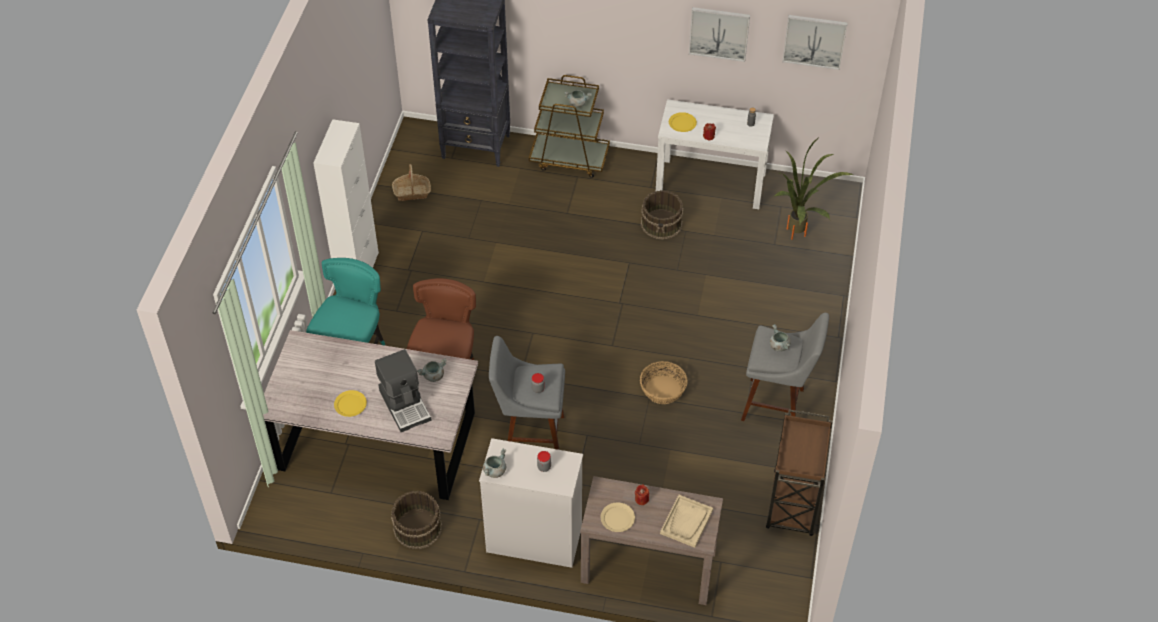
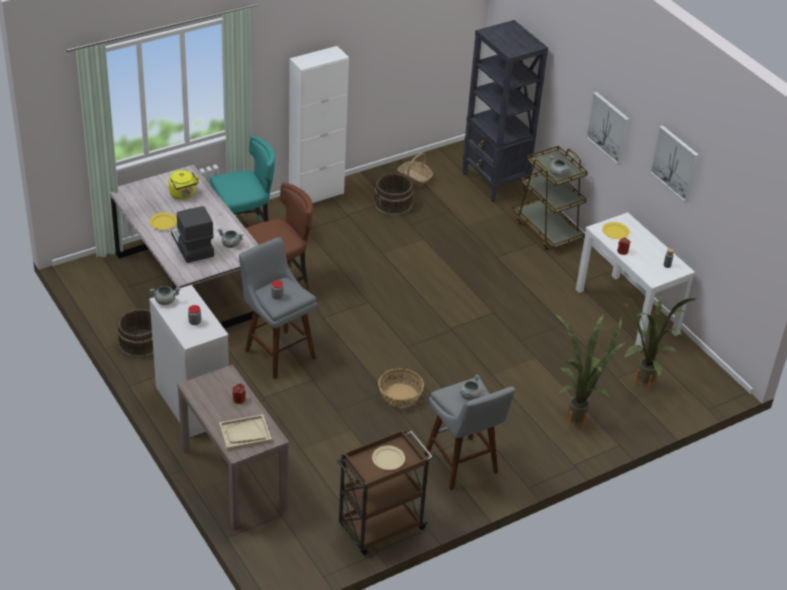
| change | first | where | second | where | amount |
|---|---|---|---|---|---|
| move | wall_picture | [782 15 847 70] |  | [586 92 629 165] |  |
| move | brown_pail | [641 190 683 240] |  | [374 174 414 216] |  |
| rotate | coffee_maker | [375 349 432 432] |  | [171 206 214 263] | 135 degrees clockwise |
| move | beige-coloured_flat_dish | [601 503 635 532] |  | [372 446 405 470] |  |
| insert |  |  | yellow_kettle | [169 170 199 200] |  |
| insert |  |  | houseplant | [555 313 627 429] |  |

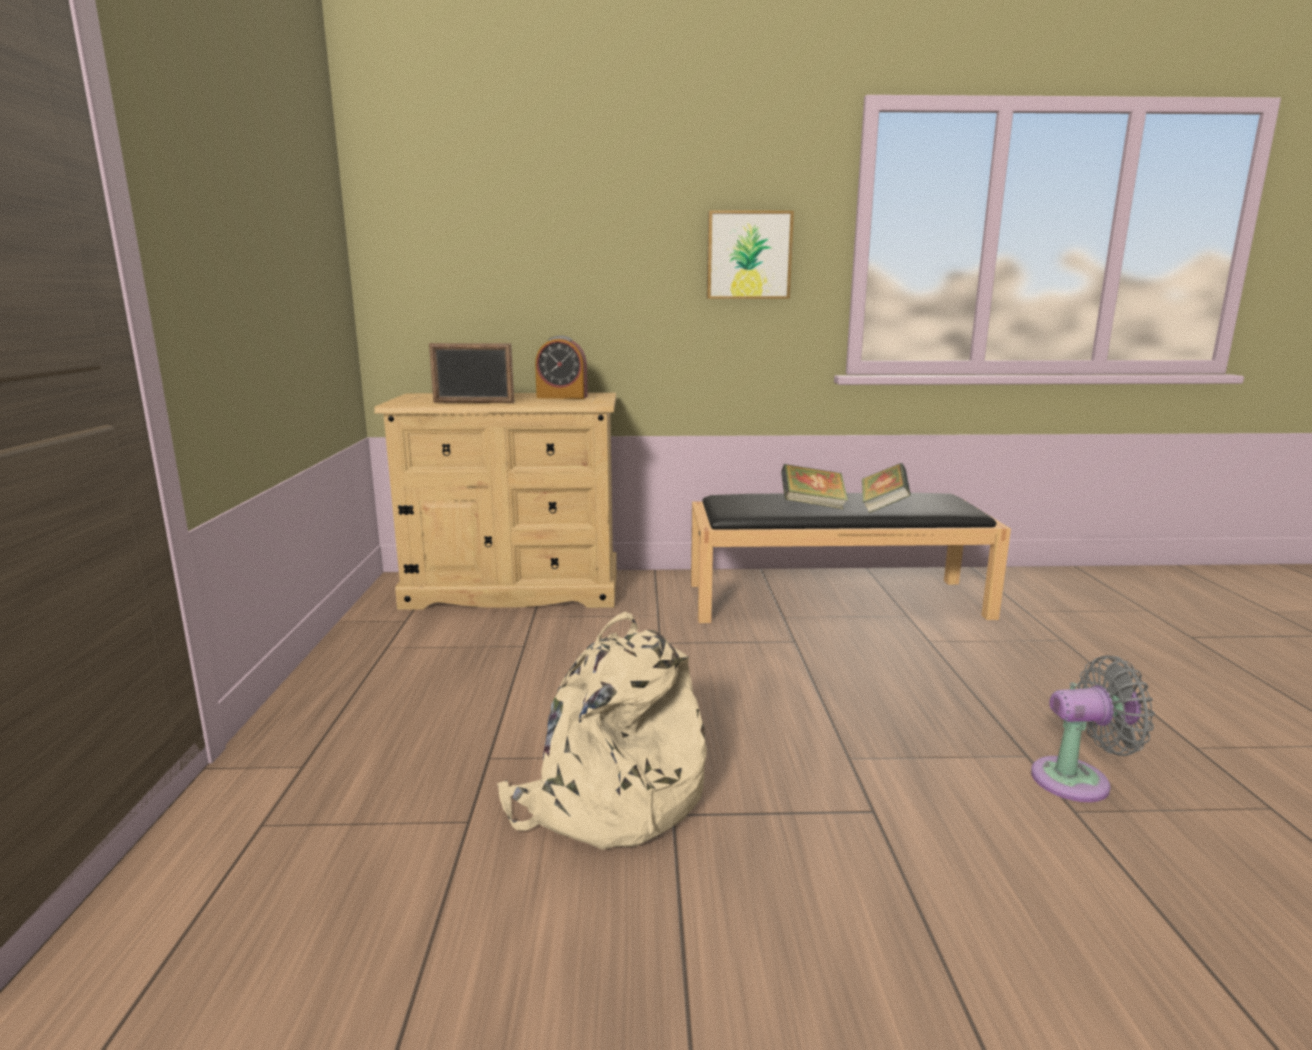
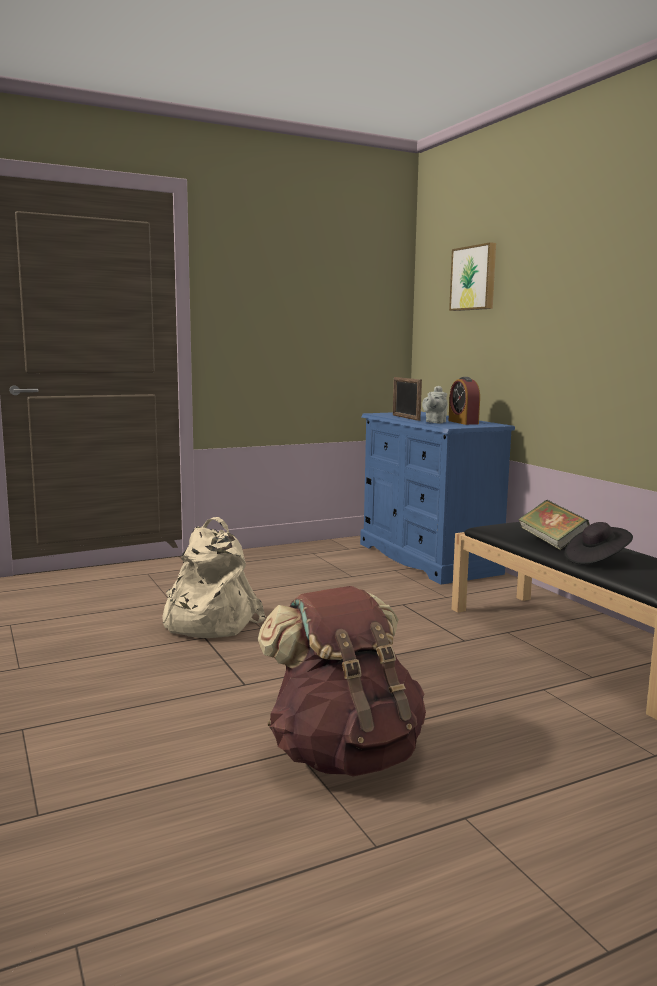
| change | first | where | second | where | amount |
|---|---|---|---|---|---|
| move | wall_picture | [707 210 794 299] |  | [449 242 496 311] |  |
| recolor | beige-coloured_drawer_chest | [374 393 617 610] | bluish_drawer_chest | [360 412 515 585] |  |
| replace | book | [861 463 911 513] | black_hat | [565 522 633 564] |  |
| replace | gray_electric_fan | [1031 655 1155 802] | brown_backpack | [258 586 426 776] |  |
| insert |  |  | gray_teapot | [422 386 448 423] |  |

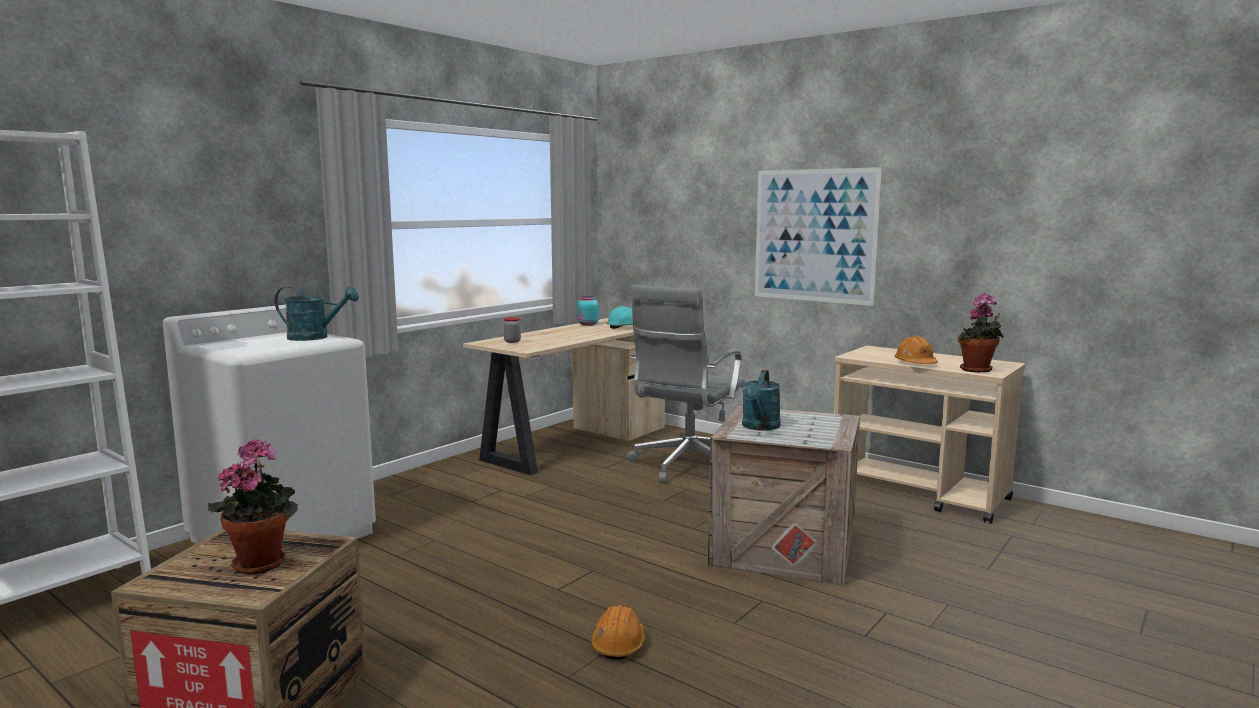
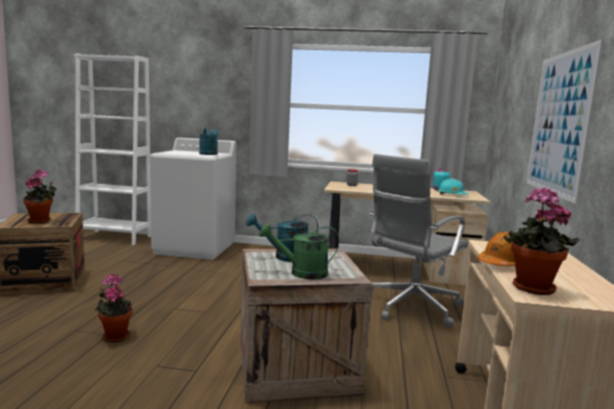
| change | first | where | second | where | amount |
|---|---|---|---|---|---|
| rotate | gray_office_chair | [627 285 745 483] |  | [369 154 468 327] | 45 degrees counterclockwise |
| replace | orange-coloured_work_helmet | [591 605 645 660] | houseplant | [95 274 133 342] |  |
| insert |  |  | green_sprinkling_can | [259 223 339 280] |  |

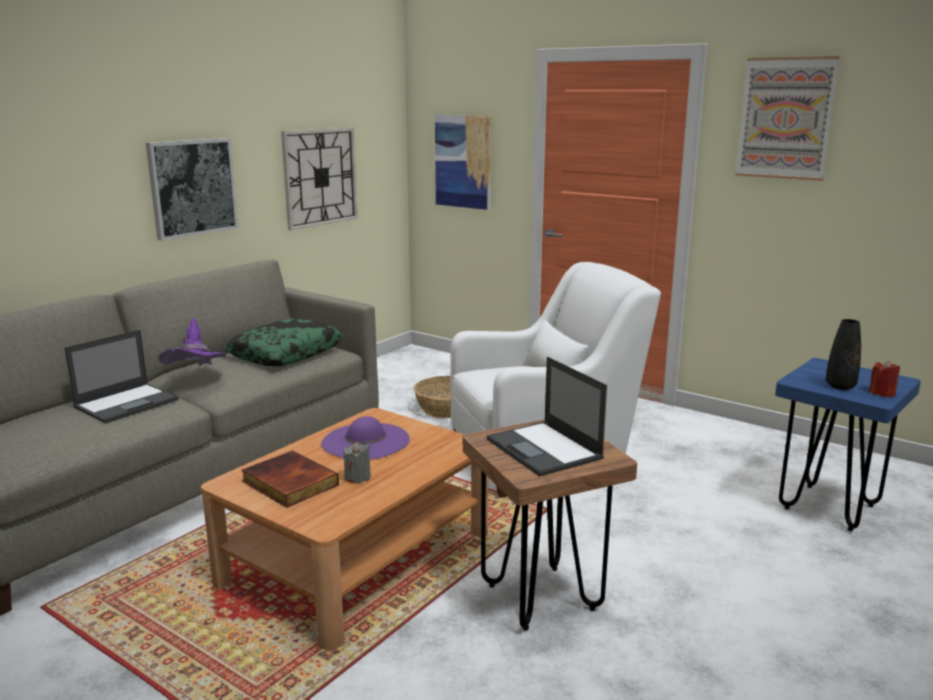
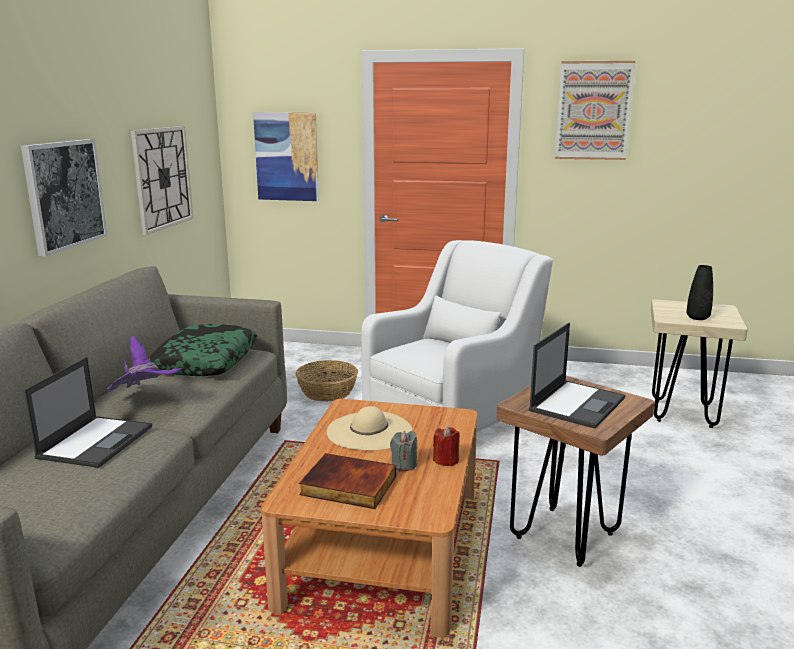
| change | first | where | second | where | amount |
|---|---|---|---|---|---|
| rotate | laptop | [487 357 607 477] |  | [529 323 625 429] | 90 degrees counterclockwise |
| recolor | bluish_sitting_stool | [775 358 921 531] | beige-coloured_sitting_stool | [651 299 748 428] |  |
| move | red_wax_candle | [869 360 900 397] |  | [433 426 460 466] |  |
| recolor | purplish_hat | [321 416 410 460] | beige-coloured_hat | [327 406 412 450] |  |

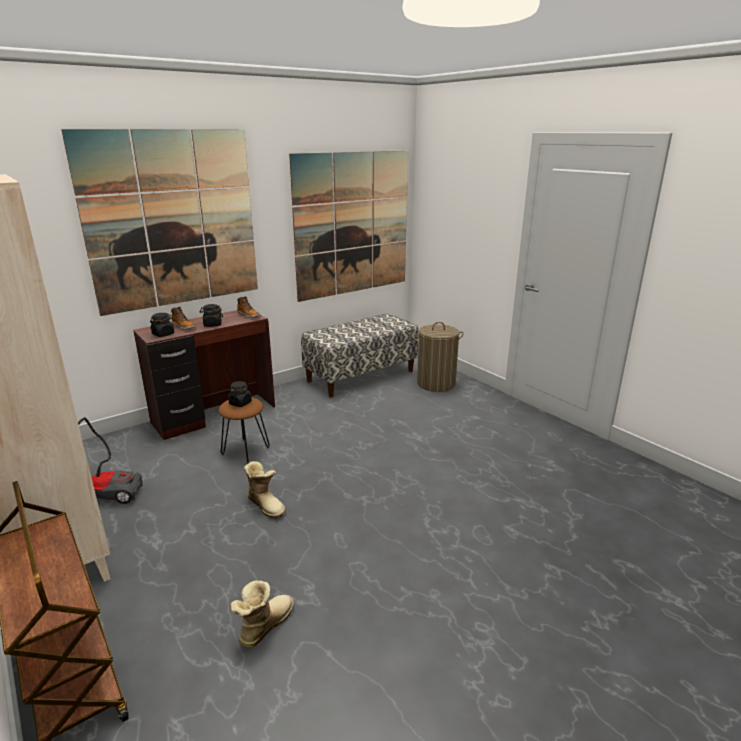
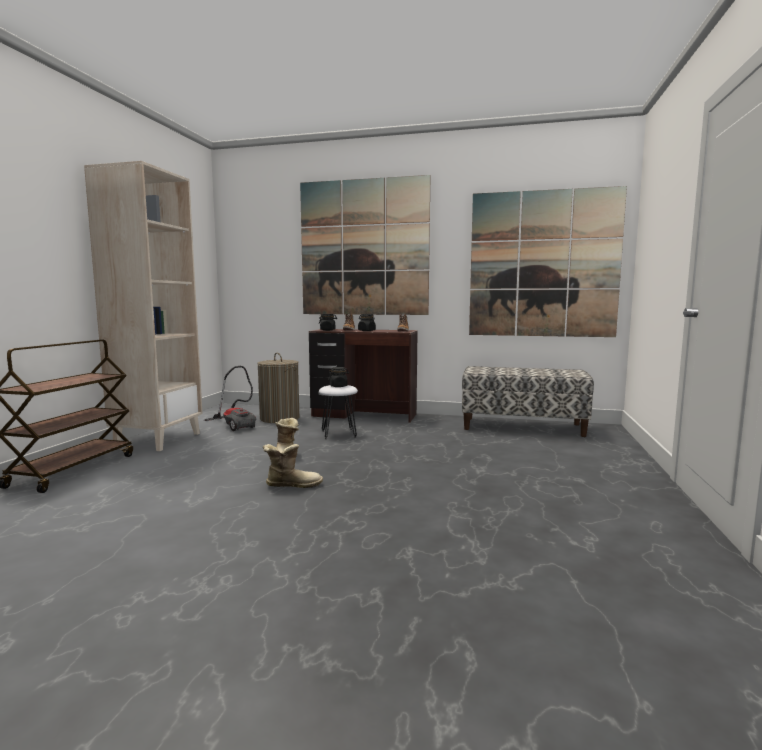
| change | first | where | second | where | amount |
|---|---|---|---|---|---|
| move | laundry_basket | [414 322 464 392] |  | [257 353 299 423] |  |
| recolor | brown_sitting_stool | [219 397 270 464] | whitish_sitting_stool | [319 385 358 439] |  |
| move | tall_boot | [230 581 294 648] |  | [263 444 323 488] |  |

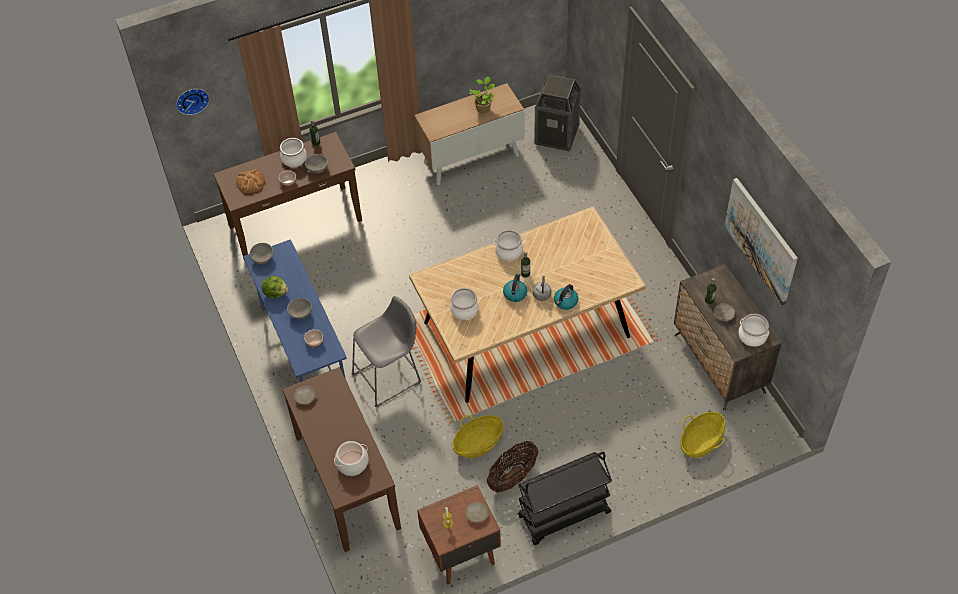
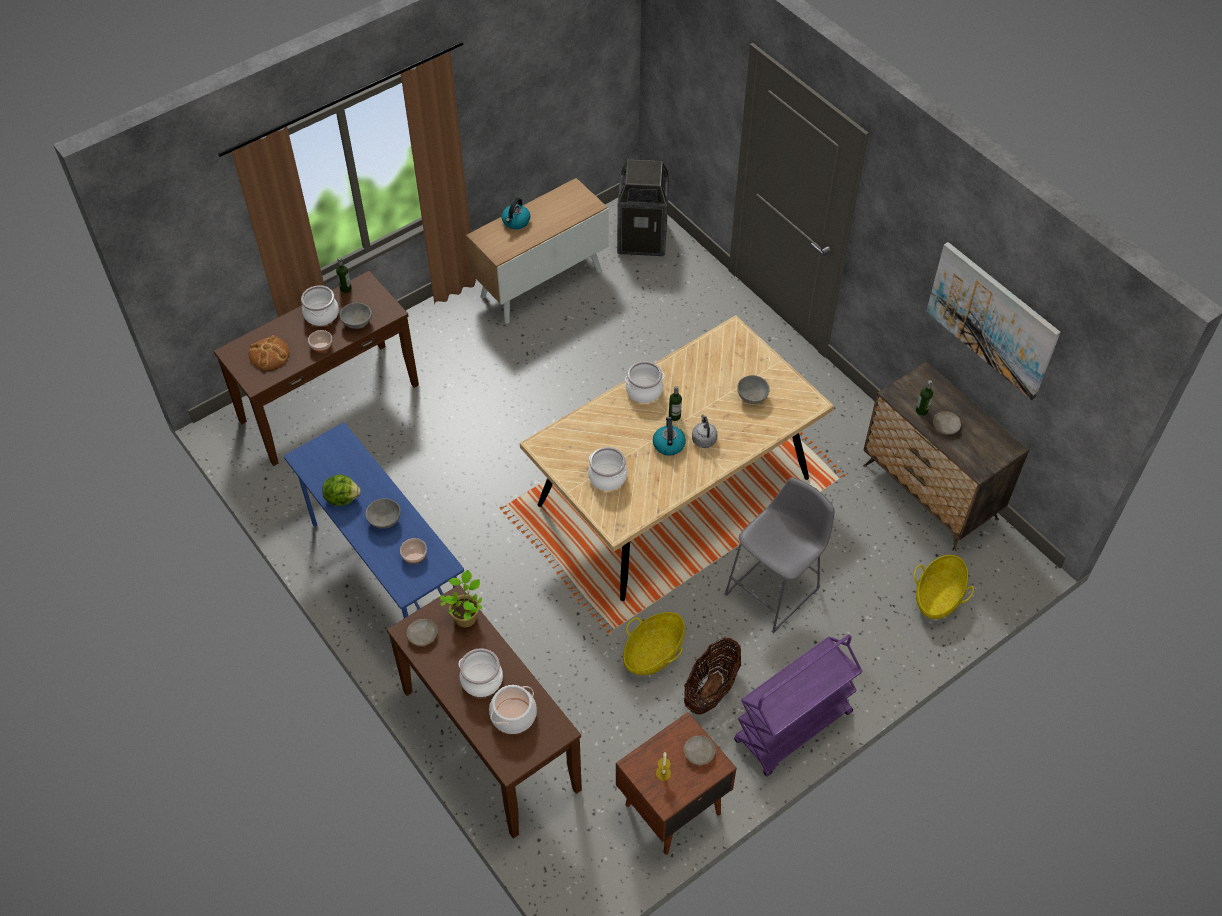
| change | first | where | second | where | amount |
|---|---|---|---|---|---|
| move | houseplant | [469 76 495 114] |  | [439 570 482 627] |  |
| delete | wall_clock | [176 89 209 115] |  |  |  |
| move | gray_deep_dish | [250 243 273 264] |  | [737 375 770 404] |  |
| move | kettle | [554 284 578 310] |  | [502 198 530 229] |  |
| move | gray_sitting_stool | [352 296 421 408] |  | [724 477 834 633] |  |
| move | cooking_pot | [738 314 769 347] |  | [459 648 503 697] |  |
| recolor | black_cart | [518 452 612 545] | purplish_cart | [734 634 863 776] |  |

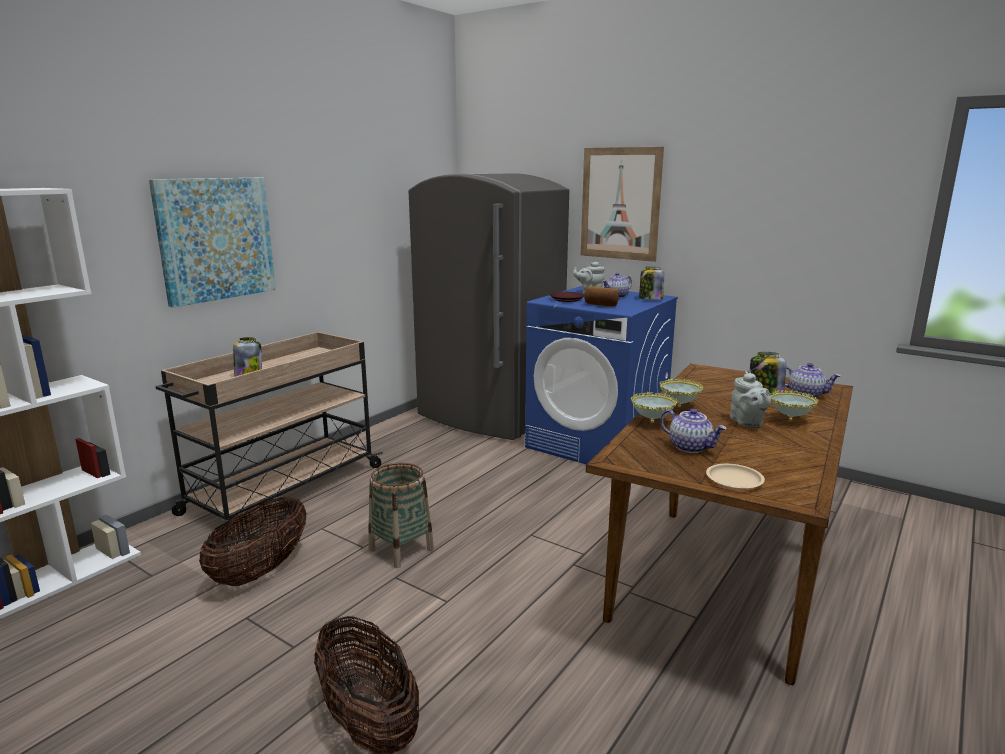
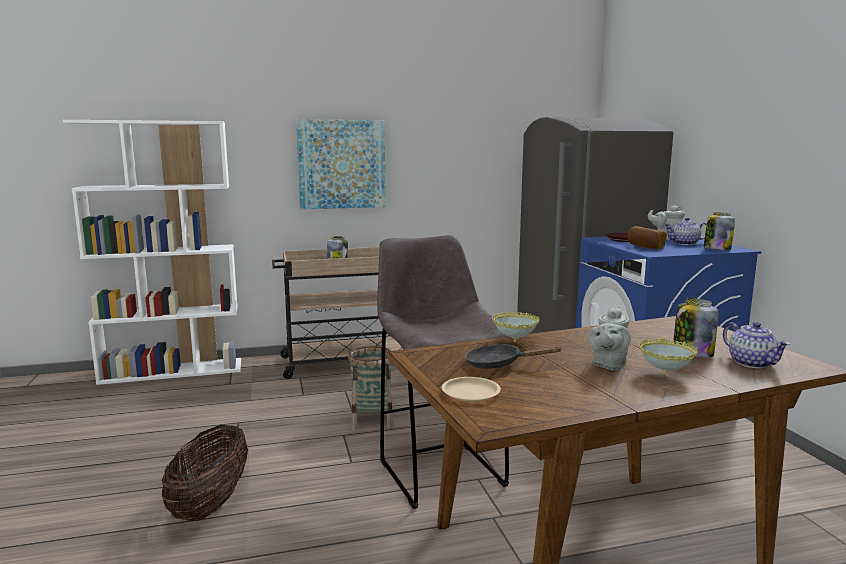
| change | first | where | second | where | amount |
|---|---|---|---|---|---|
| delete | wall_picture | [581 147 664 262] |  |  |  |
| delete | deep_dish | [660 379 703 407] |  |  |  |
| replace | teapot | [660 409 727 453] | black_skillet | [465 344 561 369] |  |
| delete | basket | [199 497 307 586] |  |  |  |
| insert |  |  | gray_sitting_stool | [377 235 509 509] |  |

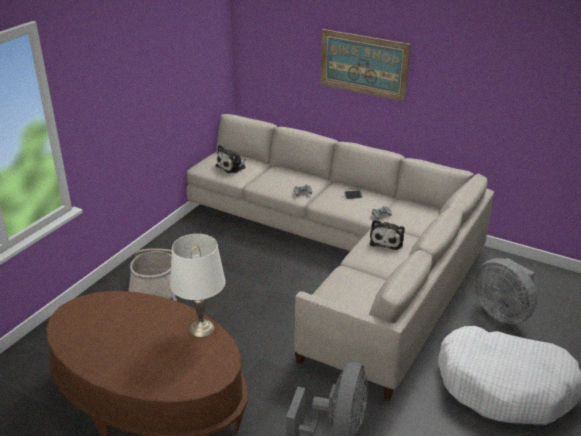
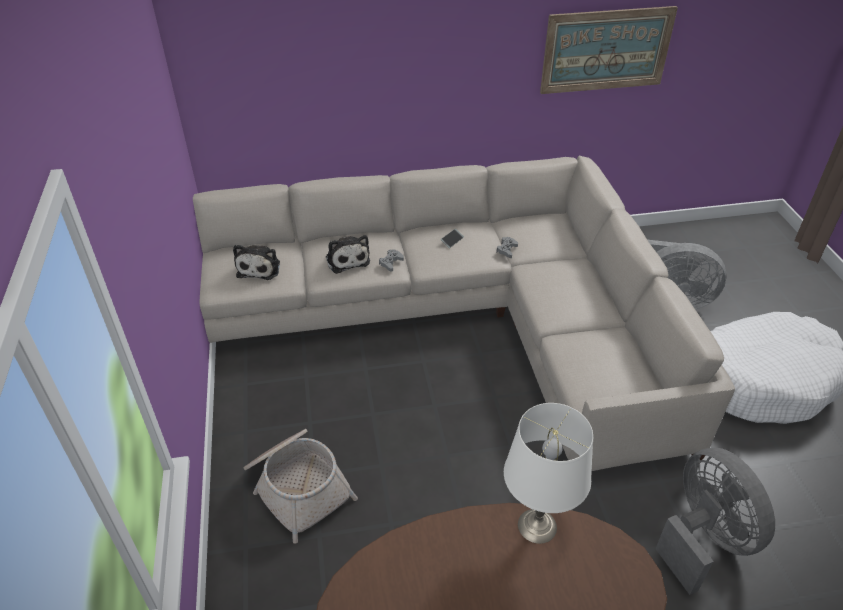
| change | first | where | second | where | amount |
|---|---|---|---|---|---|
| move | wall_picture | [320 29 411 102] |  | [540 6 678 94] |  |
| move | soft_toy | [370 220 405 250] |  | [326 235 370 274] |  |

